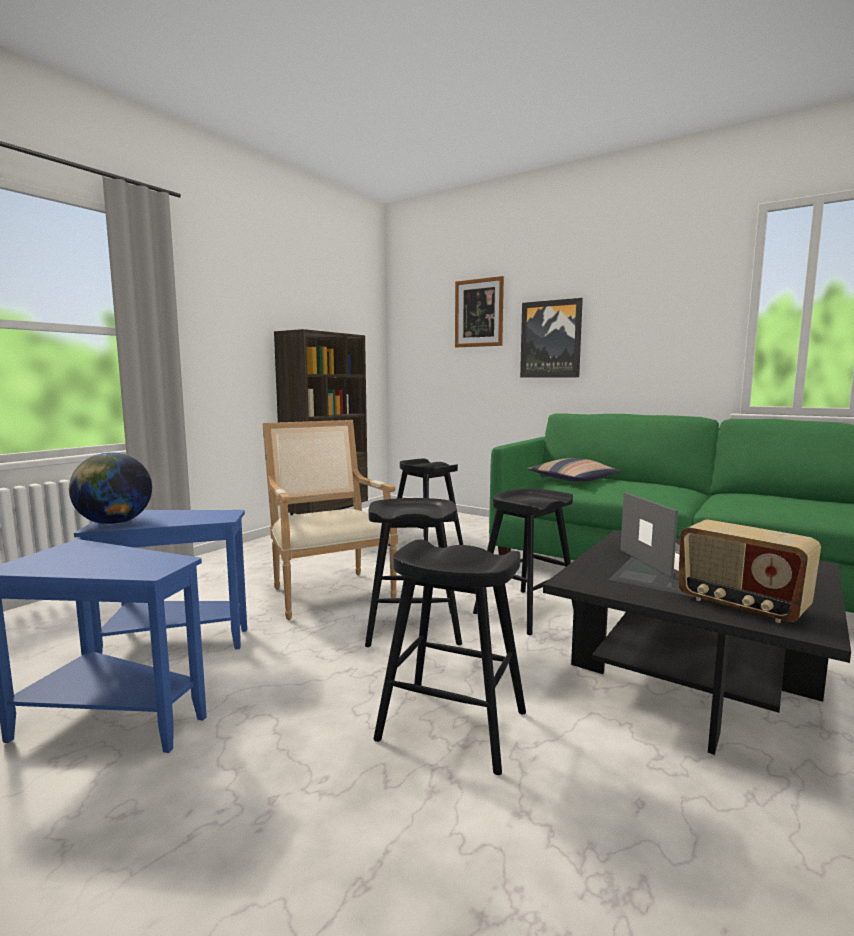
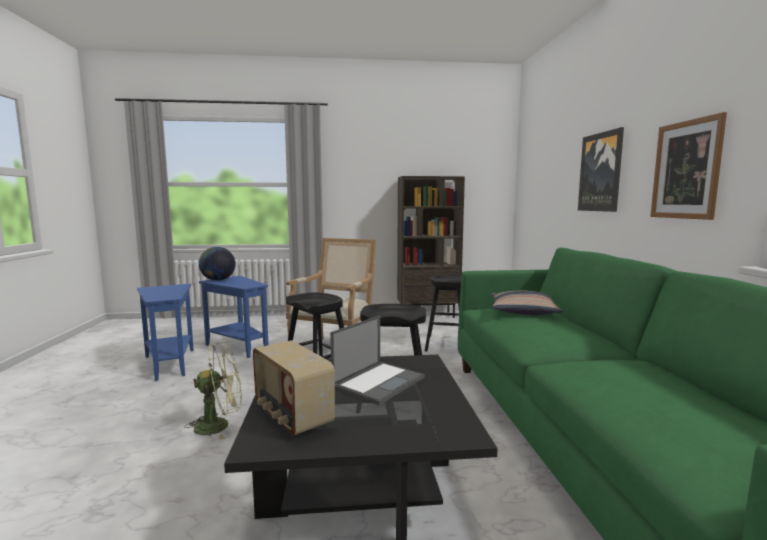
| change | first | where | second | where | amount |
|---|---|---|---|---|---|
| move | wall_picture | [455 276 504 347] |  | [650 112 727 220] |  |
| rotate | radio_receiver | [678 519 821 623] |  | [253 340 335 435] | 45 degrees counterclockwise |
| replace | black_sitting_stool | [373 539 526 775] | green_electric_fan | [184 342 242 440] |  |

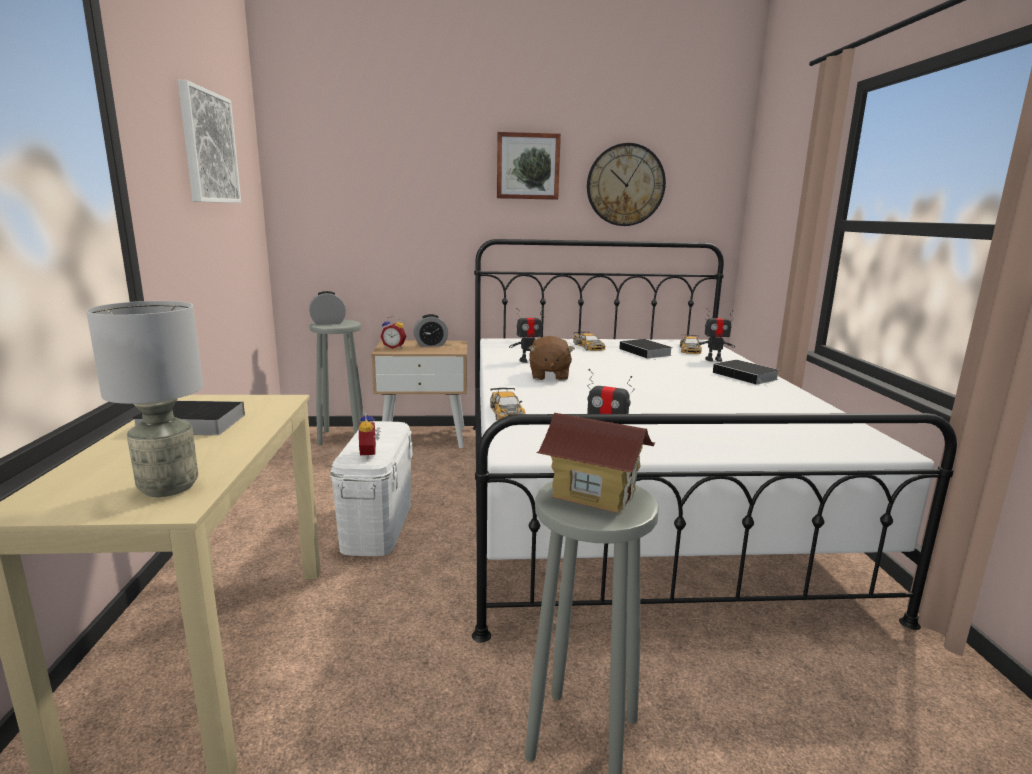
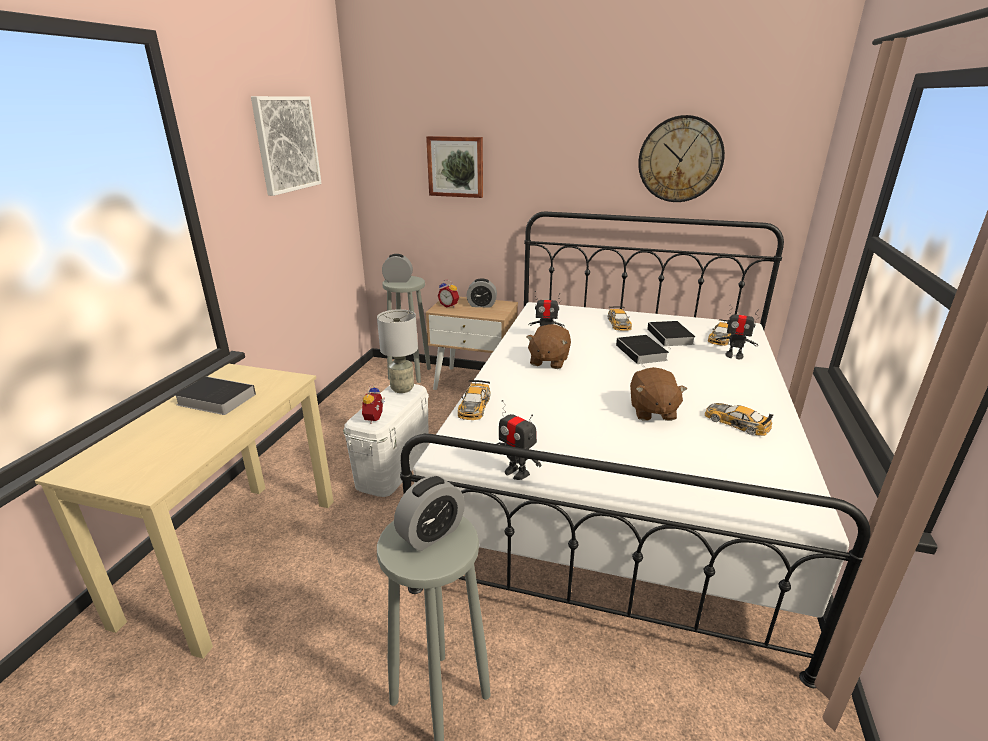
| change | first | where | second | where | amount |
|---|---|---|---|---|---|
| move | wall_picture | [497 132 561 200] |  | [426 136 483 198] |  |
| move | gray_tabletop_lamp | [86 301 203 497] |  | [377 309 418 393] |  |
| move | book | [713 360 780 386] |  | [616 335 669 368] |  |
| replace | toy_house | [536 413 655 513] | bedside_clock | [394 476 465 551] |  |
| insert |  |  | brown_soft_toy | [630 367 687 421] |  |
| insert |  |  | miniature_car | [705 403 773 436] |  |

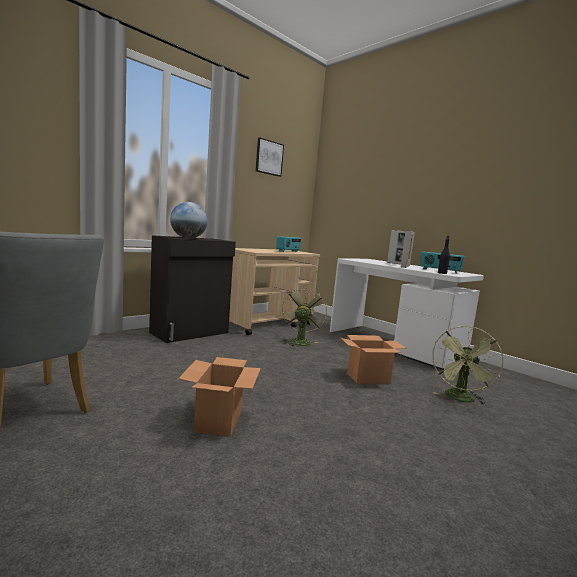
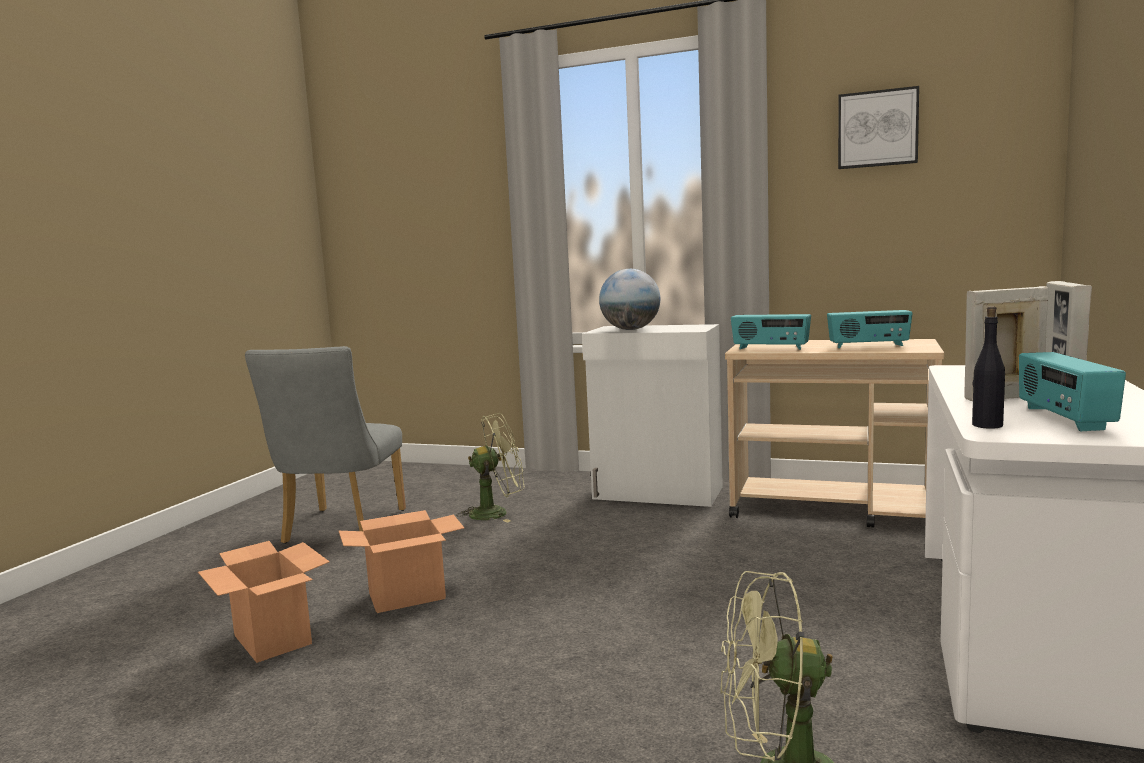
| change | first | where | second | where | amount |
|---|---|---|---|---|---|
| recolor | black_storage_cabinet | [149 235 236 343] | whitish_storage_cabinet | [582 324 723 507] |  |
| move | green_electric_fan | [282 287 327 347] |  | [456 413 525 523] |  |
| move | cardboard_box | [341 335 407 384] |  | [198 541 330 663] |  |
| insert |  |  | radio_receiver | [731 314 811 350] |  |

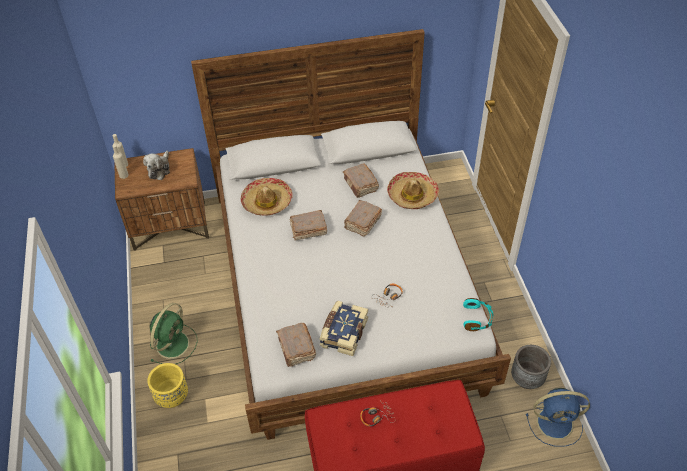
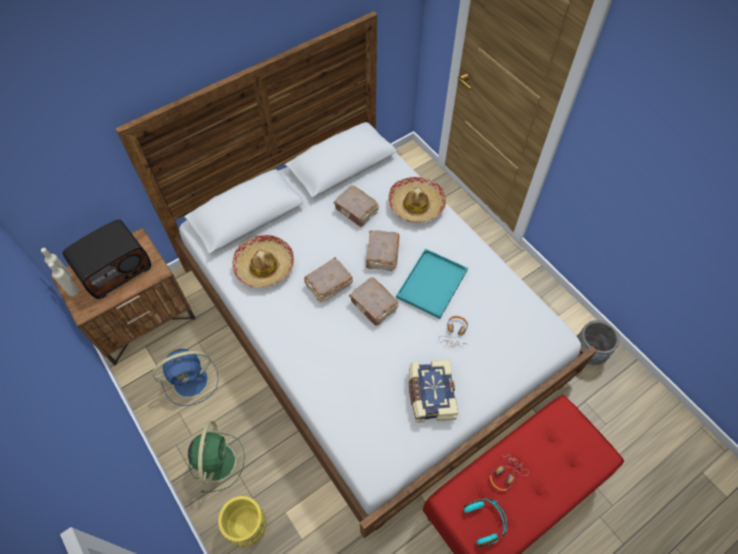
| change | first | where | second | where | amount |
|---|---|---|---|---|---|
| replace | soft_toy | [143 151 170 180] | radio_receiver | [62 219 151 299] |  |
| move | blue-green_pair_of_headphones | [463 298 493 331] |  | [464 499 509 547] |  |
| move | brown_book | [276 323 316 367] |  | [349 277 399 326] |  |
| move | bluish_electric_fan | [526 388 590 447] |  | [153 349 219 406] |  |
| insert |  |  | blue-green_serving_tray | [396 249 468 319] |  |

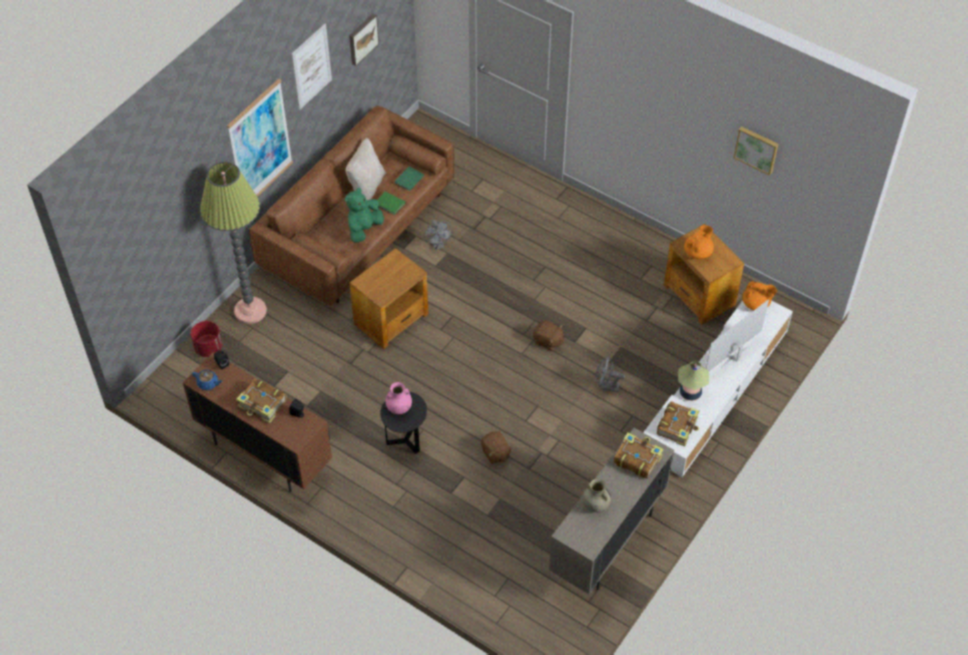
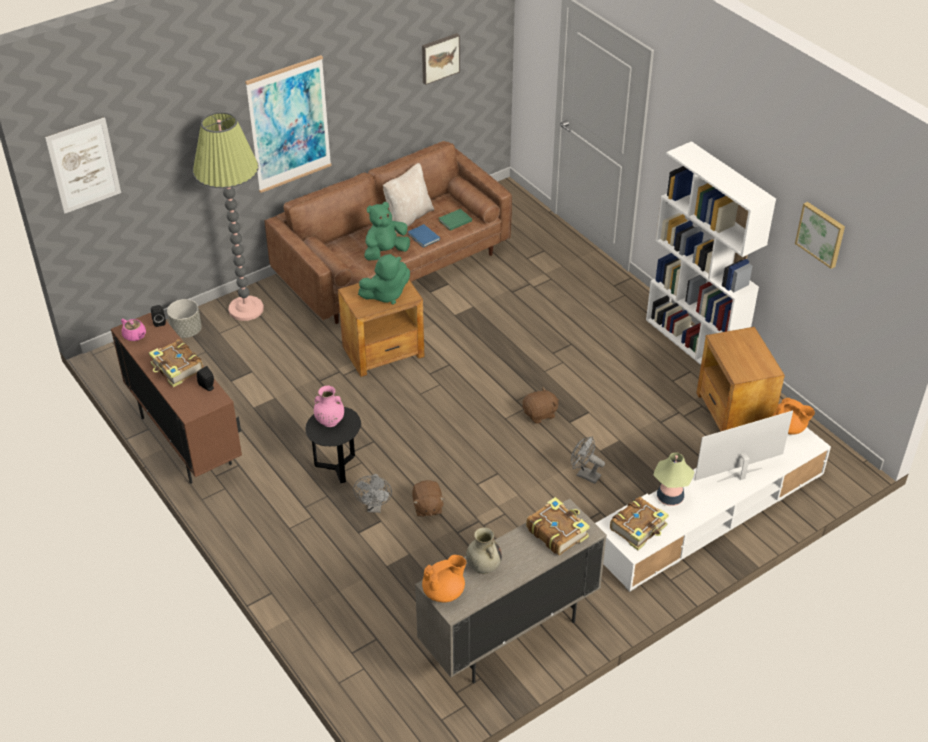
| change | first | where | second | where | amount |
|---|---|---|---|---|---|
| move | wall_picture | [292 24 332 110] |  | [45 117 121 214] |  |
| recolor | green_book | [377 191 405 215] | bluish_book | [408 224 440 248] |  |
| move | gray_electric_fan | [424 220 453 250] |  | [353 474 392 513] |  |
| move | orange-coloured_teapot | [684 225 714 259] |  | [422 555 467 602] |  |
| rotate | brown_soft_toy | [533 320 564 351] |  | [522 387 559 424] | 75 degrees counterclockwise |
| recolor | red_flower_pot | [191 321 222 357] | gray_flower_pot | [167 299 202 338] |  |
| recolor | bluish_teapot | [192 370 222 390] | pink_teapot | [121 319 146 341] |  |
| insert |  |  | whitish_shelving_unit | [646 141 776 365] |  |
| insert |  |  | green_soft_toy | [358 254 410 305] |  |

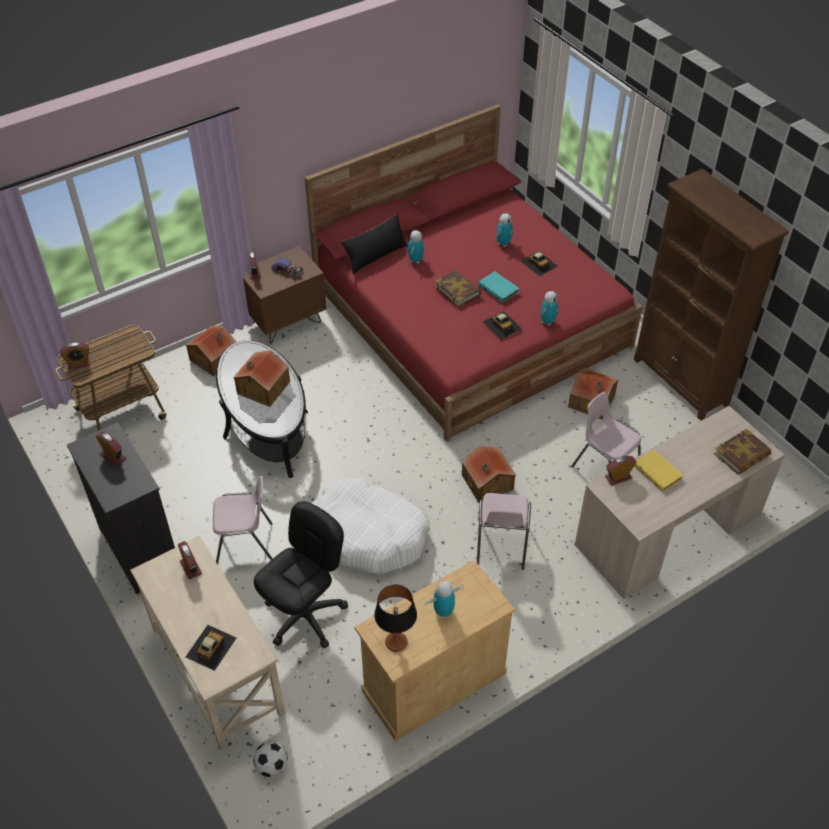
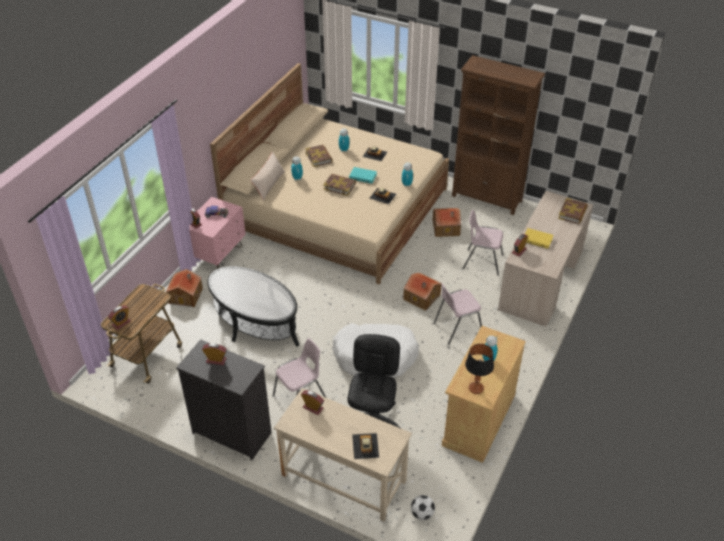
| change | first | where | second | where | amount |
|---|---|---|---|---|---|
| recolor | red_sleeping_bed | [305 104 643 442] | beige-coloured_sleeping_bed | [210 63 449 285] |  |
| recolor | black_pillow | [341 213 408 274] | beige-coloured_pillow | [250 151 285 201] |  |
| recolor | brown_night_table | [243 246 327 344] | pink_night_table | [189 197 246 269] |  |
| delete | toy_house | [233 350 290 407] |  |  |  |
| rotate | pink_upright_chair | [477 493 531 570] |  | [433 284 482 345] | 90 degrees clockwise |
| insert |  |  | book | [305 145 333 167] |  |

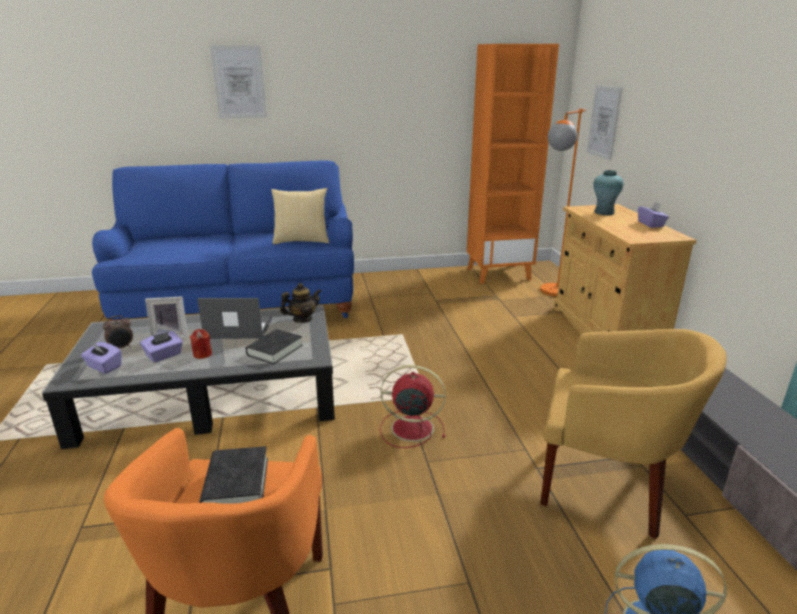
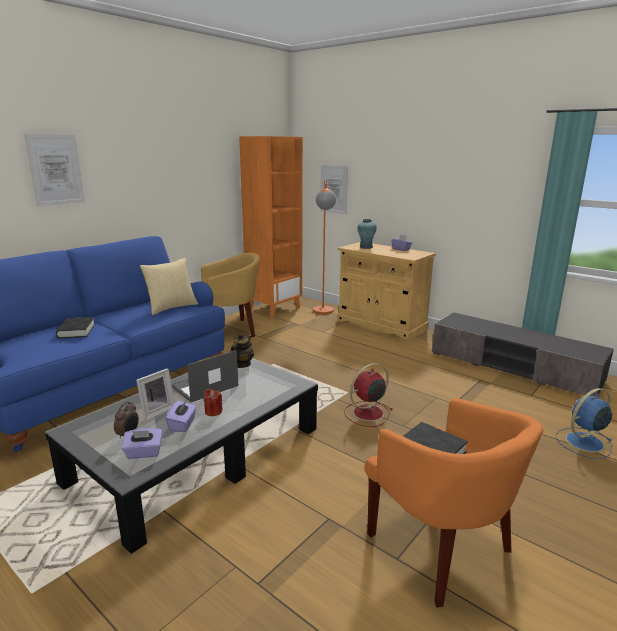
| change | first | where | second | where | amount |
|---|---|---|---|---|---|
| move | black_book | [246 329 303 364] |  | [56 317 95 338] |  |
| move | yellow_easy_chair | [540 329 727 539] |  | [201 252 260 337] |  |

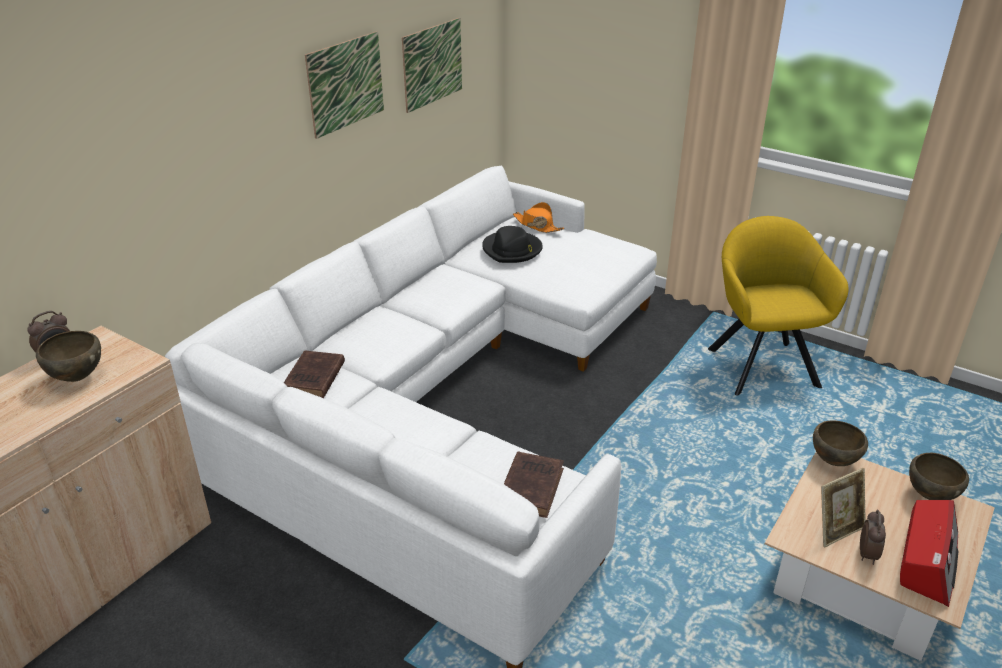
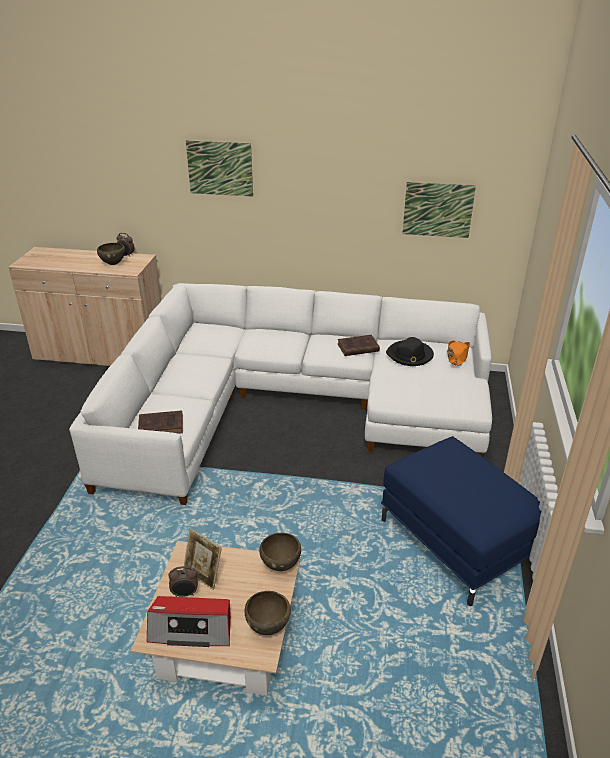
| change | first | where | second | where | amount |
|---|---|---|---|---|---|
| move | wall_picture | [305 31 384 139] |  | [186 140 253 197] |  |
| replace | yellow_easy_chair | [708 216 849 396] | bluish_pouffe | [381 436 542 606] |  |
| move | brown_book | [284 351 345 398] |  | [338 335 380 356] |  |

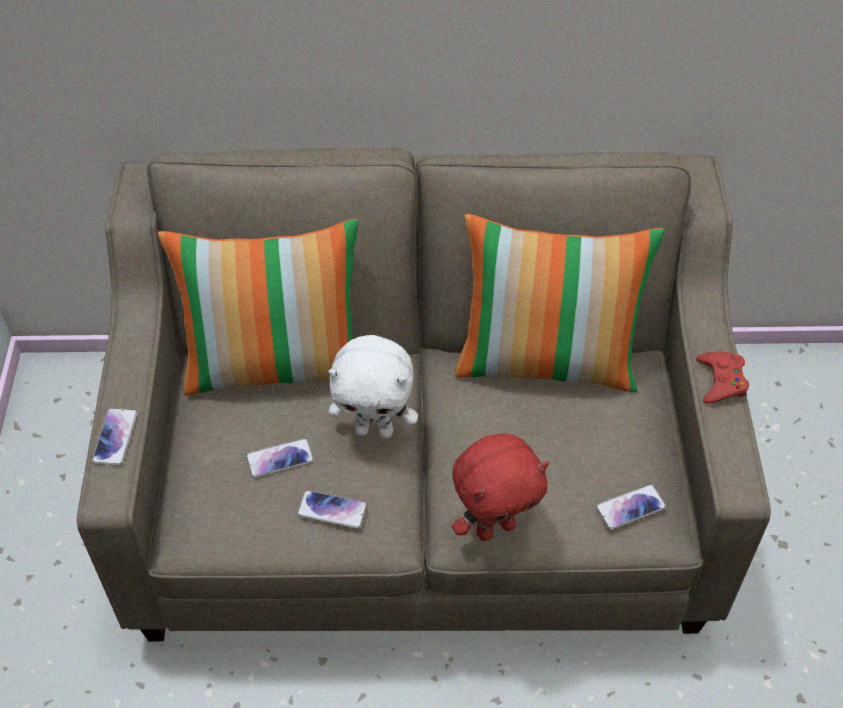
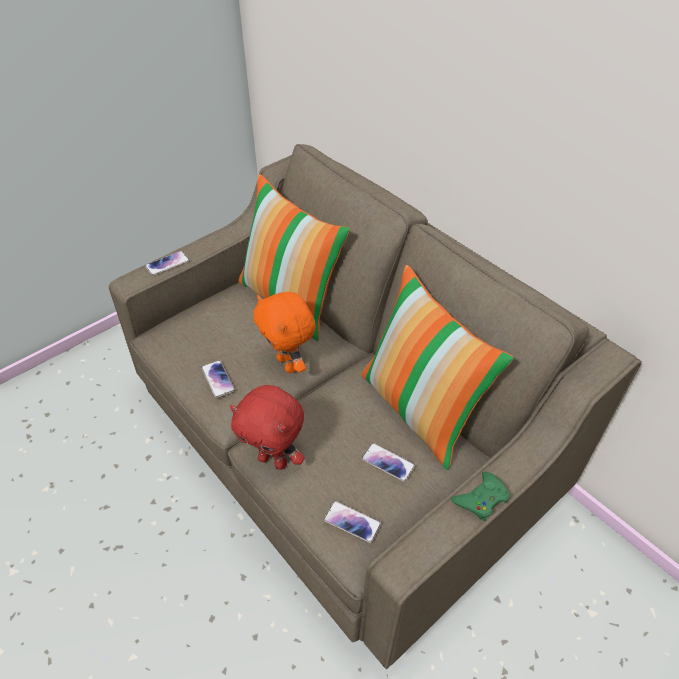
| change | first | where | second | where | amount |
|---|---|---|---|---|---|
| recolor | whitish_soft_toy | [328 335 418 439] | orange-coloured_soft_toy | [253 292 316 373] |  |
| recolor | red_joypad | [696 352 749 404] | green_joypad | [451 472 510 522] |  |
| move | phone | [246 438 314 478] |  | [362 443 415 482] |  |

